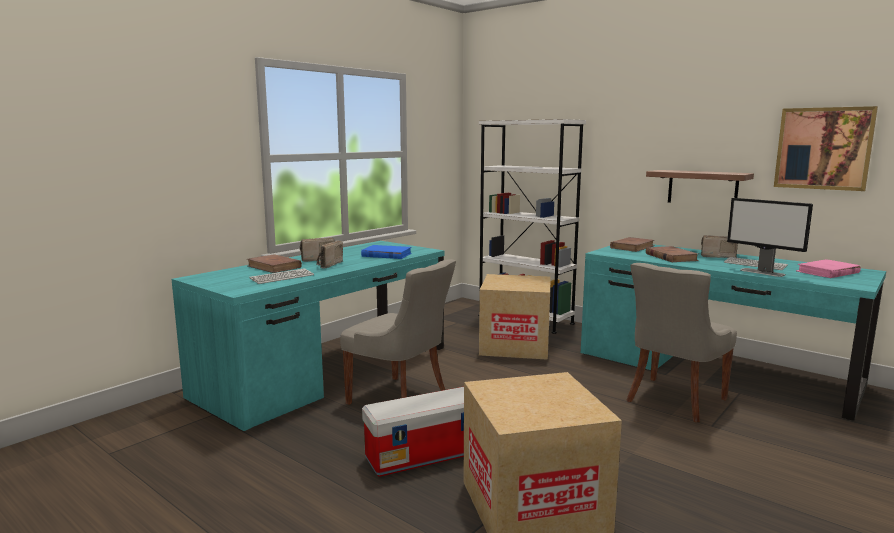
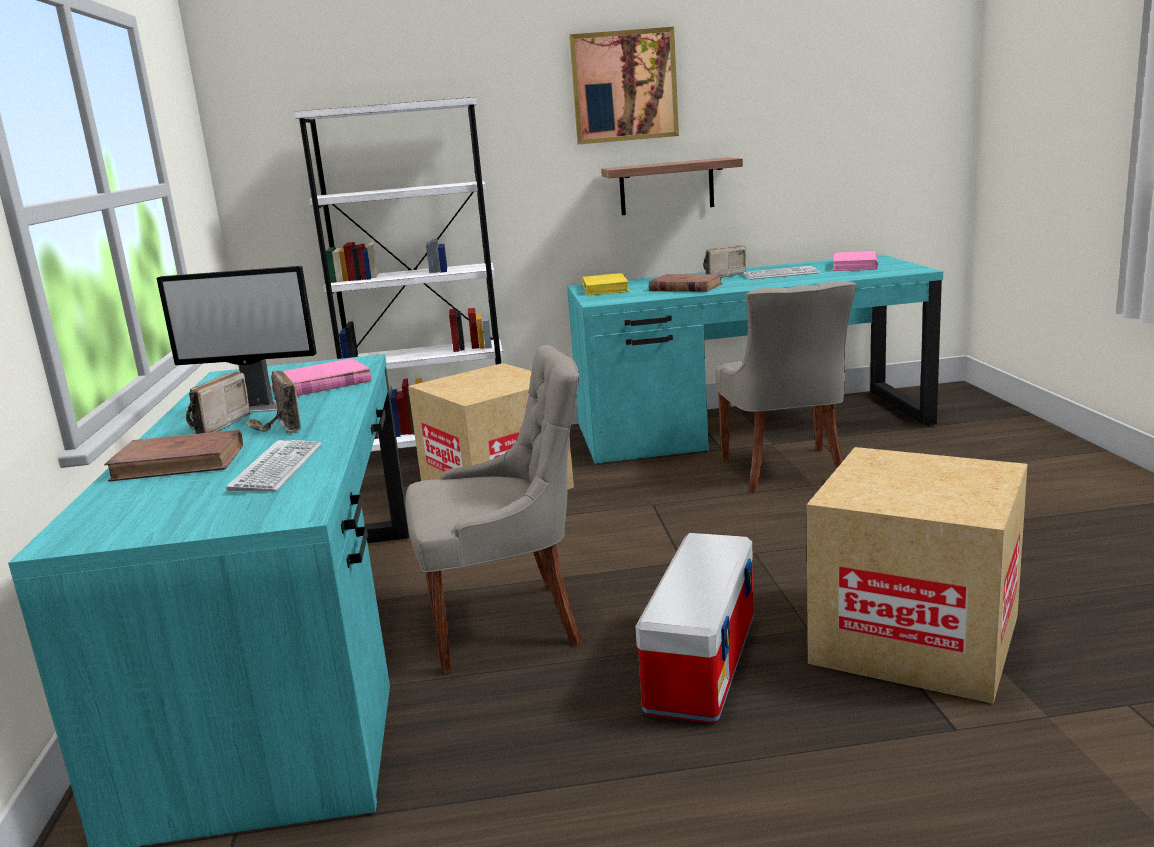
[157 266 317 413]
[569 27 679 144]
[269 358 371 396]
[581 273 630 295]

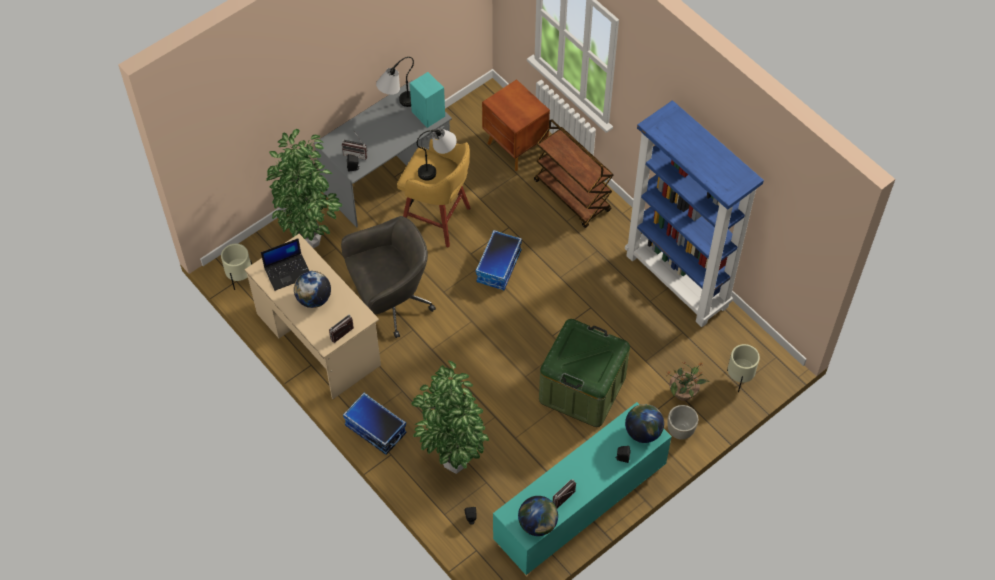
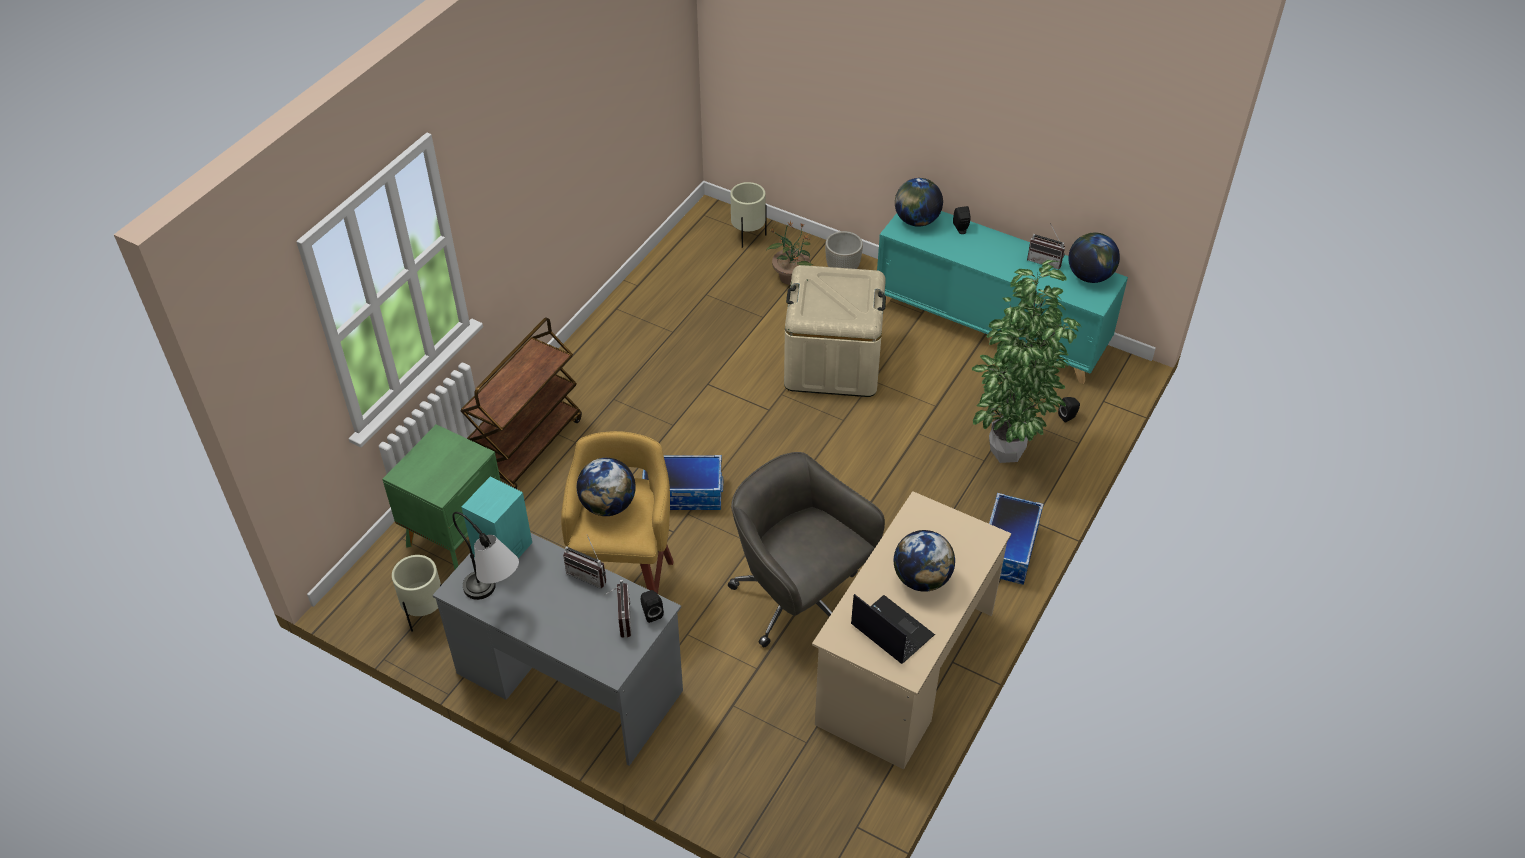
[266 129 342 249] (first image)
[625 100 764 327] (first image)
[392 555 441 631]
[563 535 606 588]
[577 458 636 516]
[382 424 501 570]
[784 265 886 397]

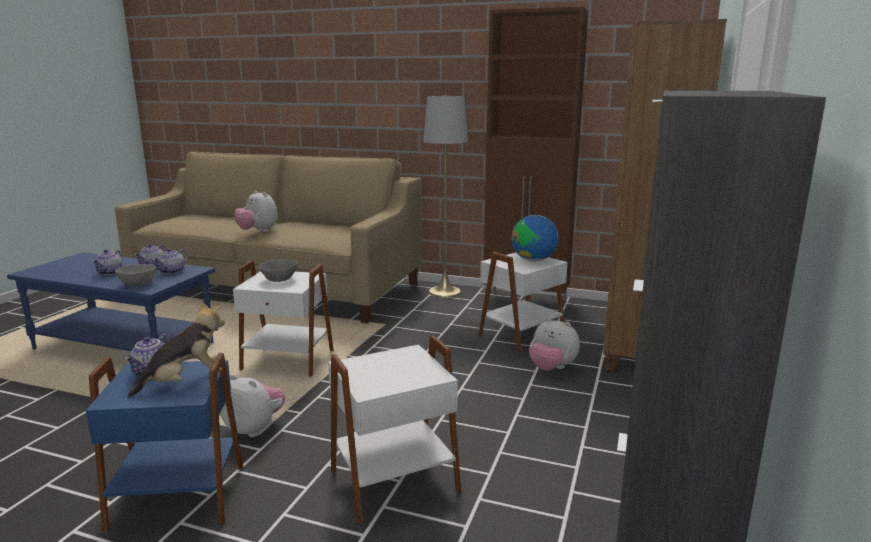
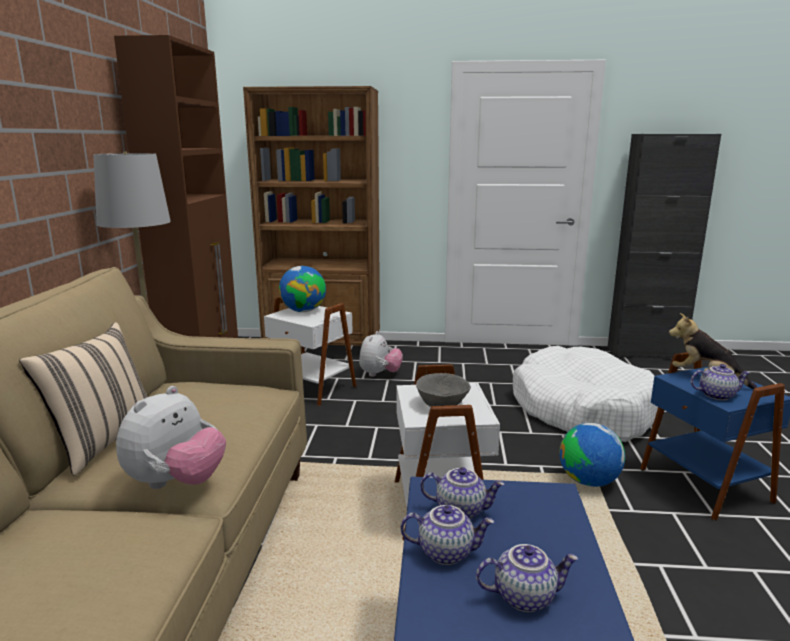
[115 264 156 286] (first image)
[19 322 147 475]
[559 423 625 487]
[513 346 658 442]

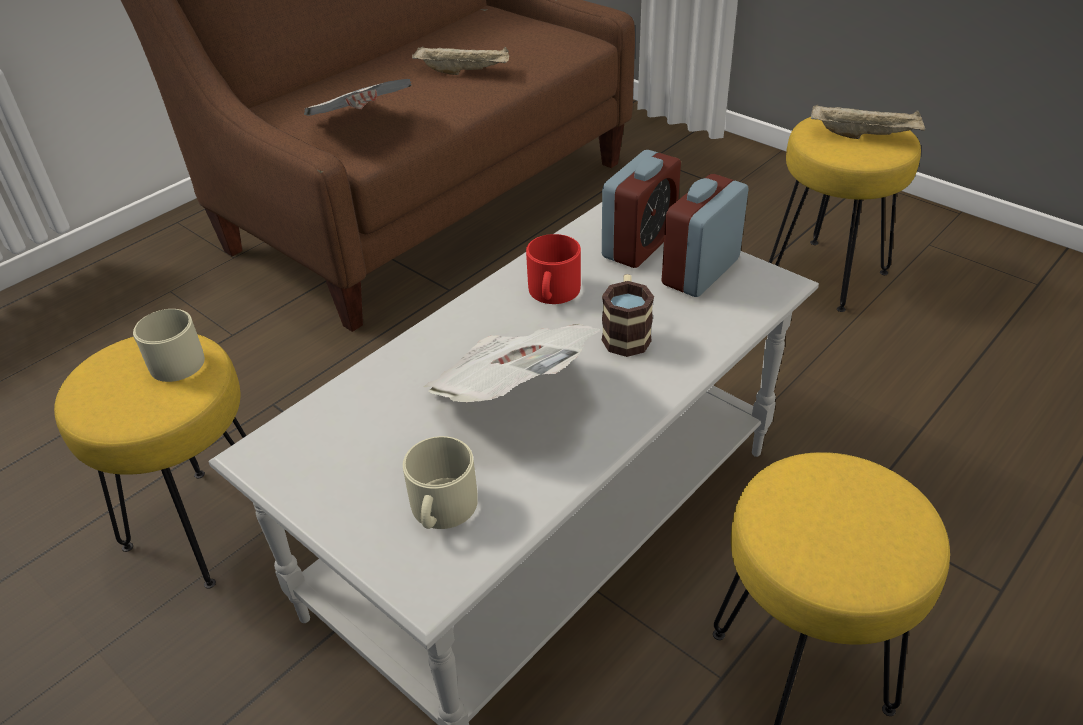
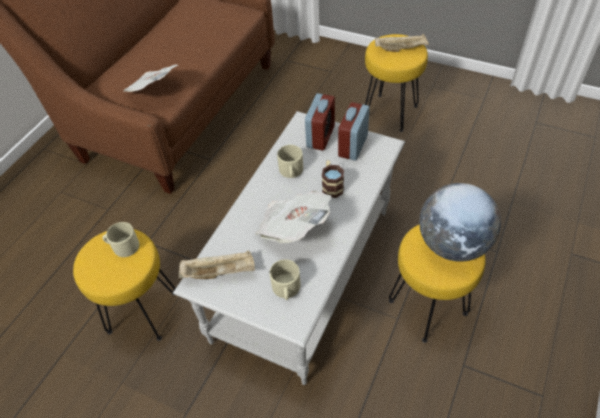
[419 183 501 262]
[178 250 255 279]
[277 145 303 178]

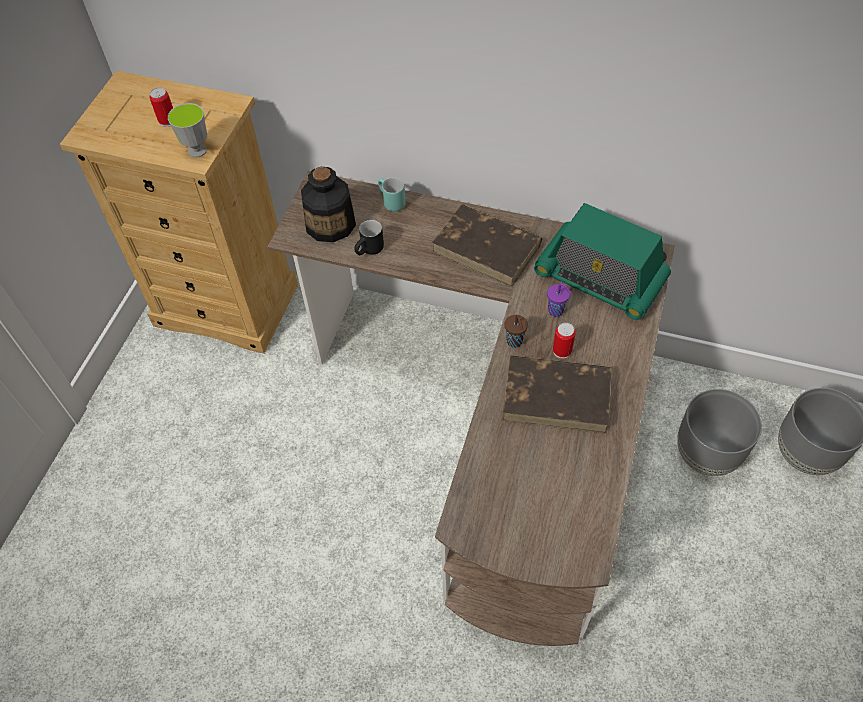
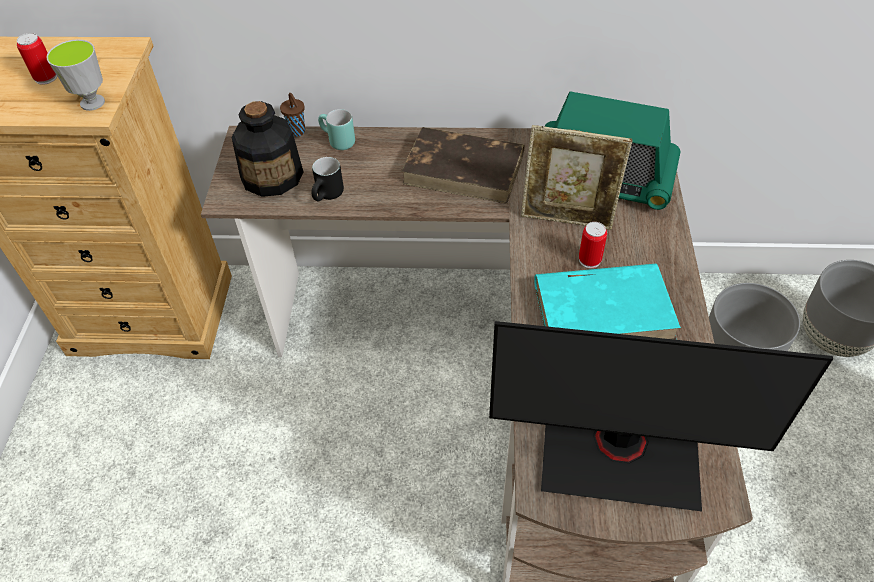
[489 321 833 511]
[280 93 305 137]
[521 125 632 230]
[534 264 681 340]

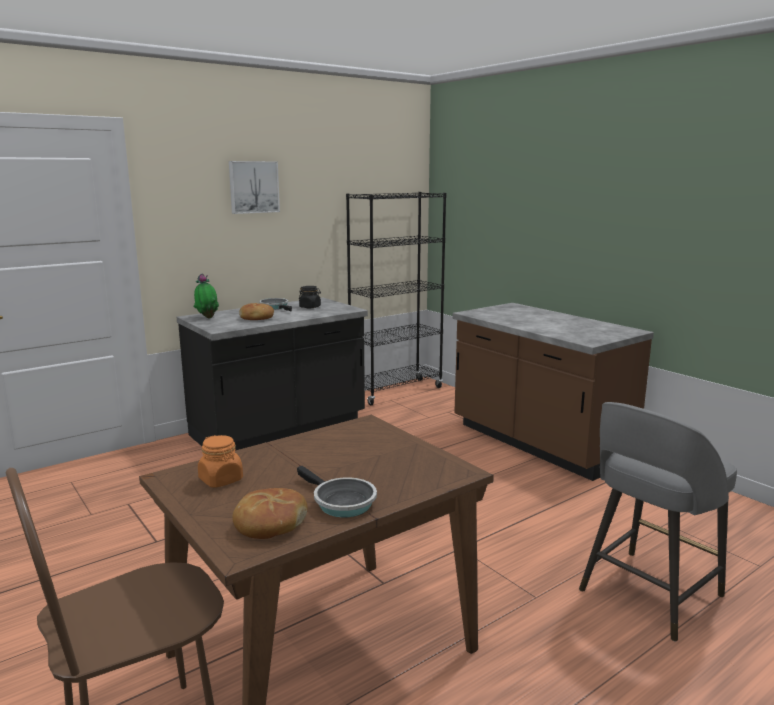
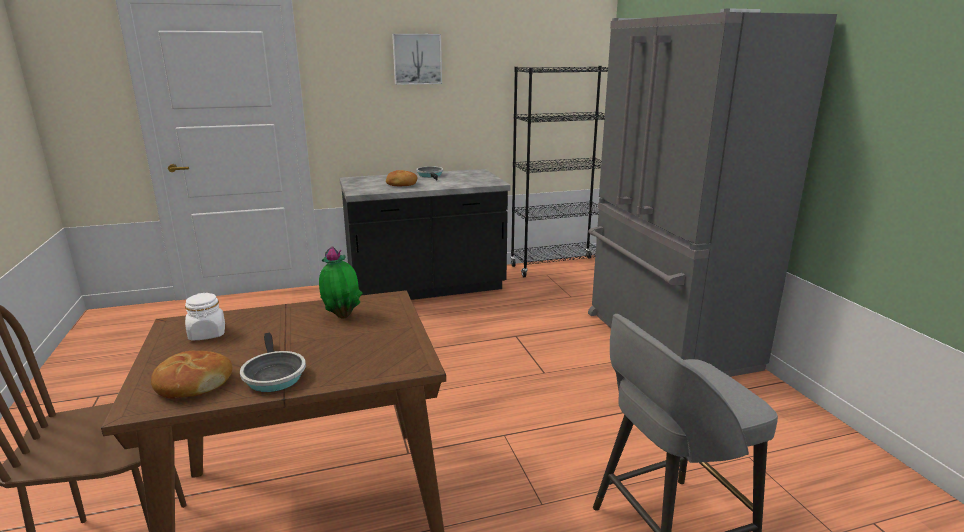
[299 286 321 308] (first image)
[319 246 362 319]
[588 9 837 377]
[185 292 225 341]

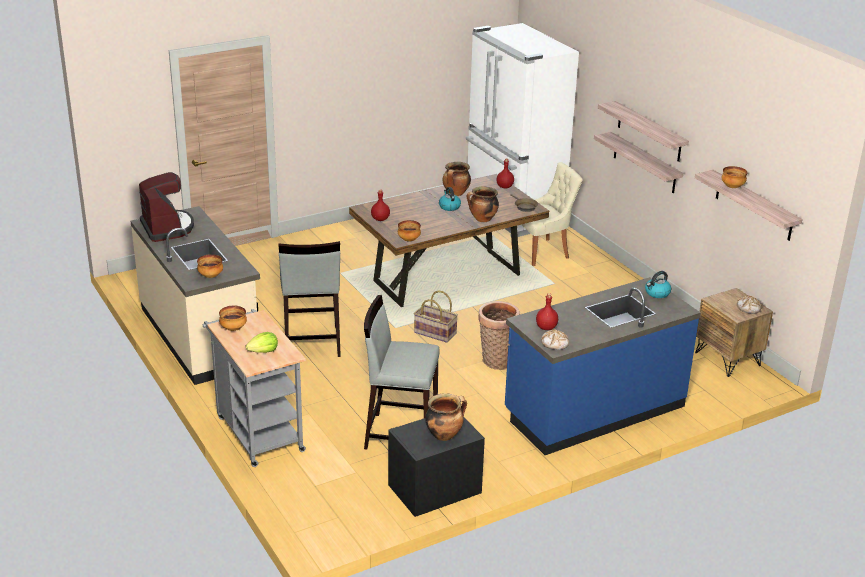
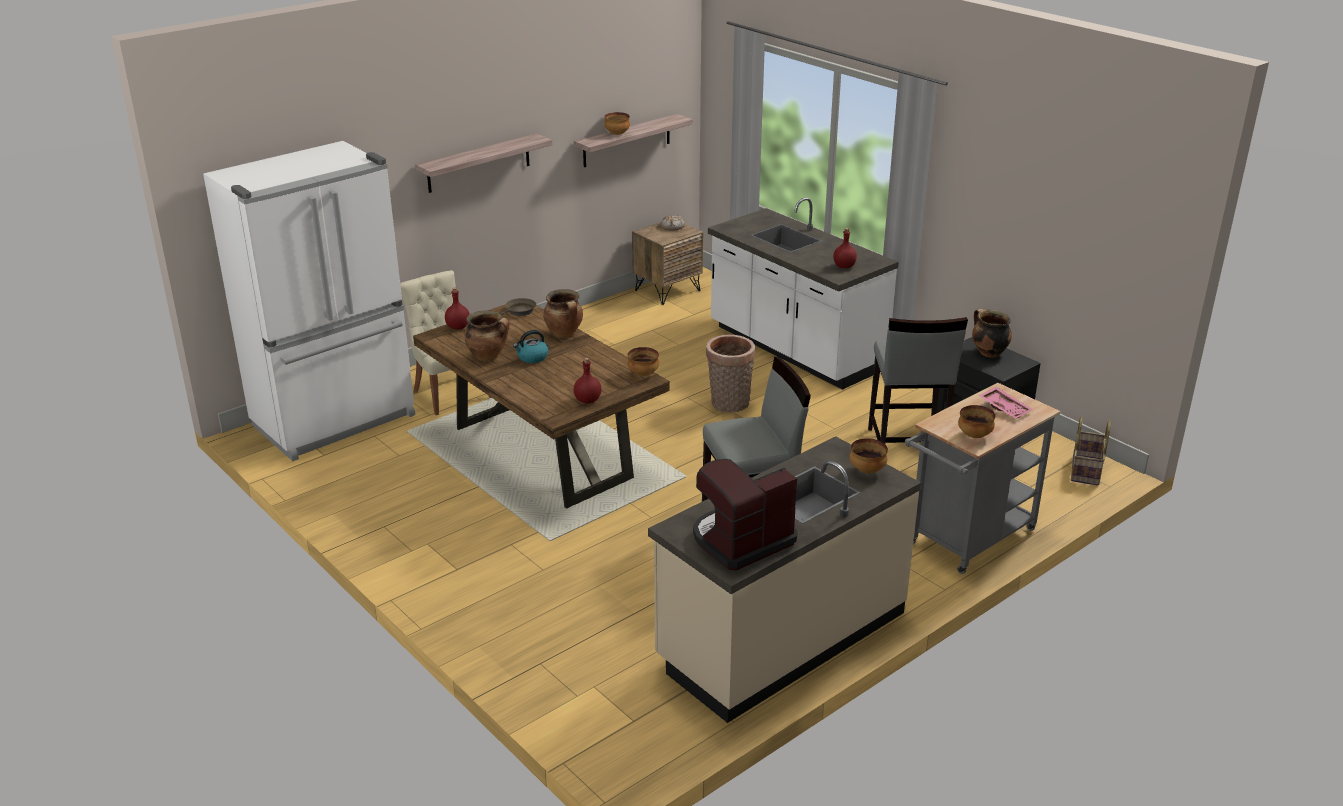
[541 329 569 350] (first image)
[594 132 683 193] (first image)
[645 271 671 298] (first image)
[1071 416 1111 485]
[979 387 1033 419]
[708 197 899 390]

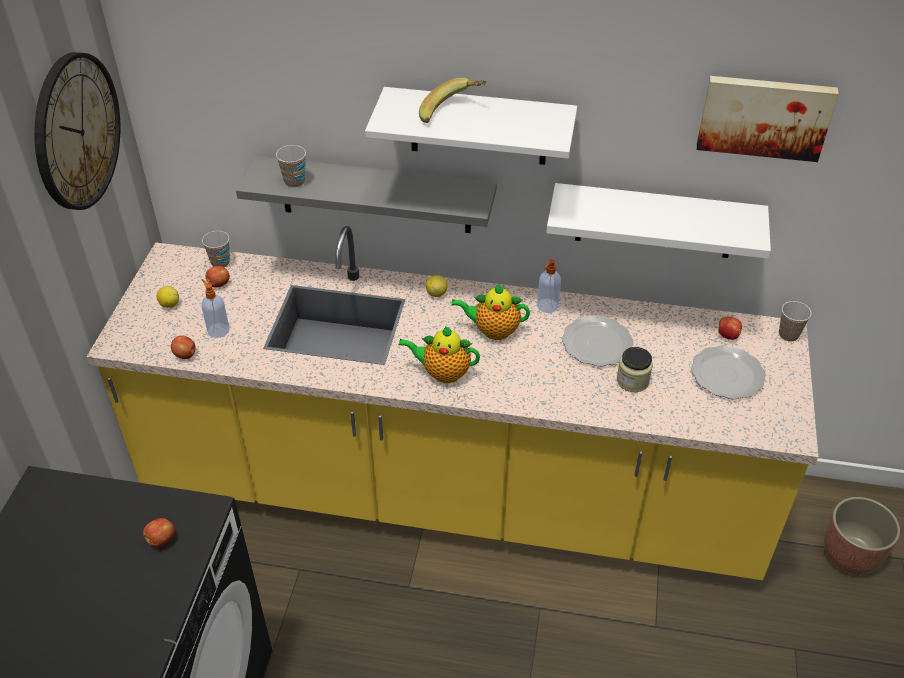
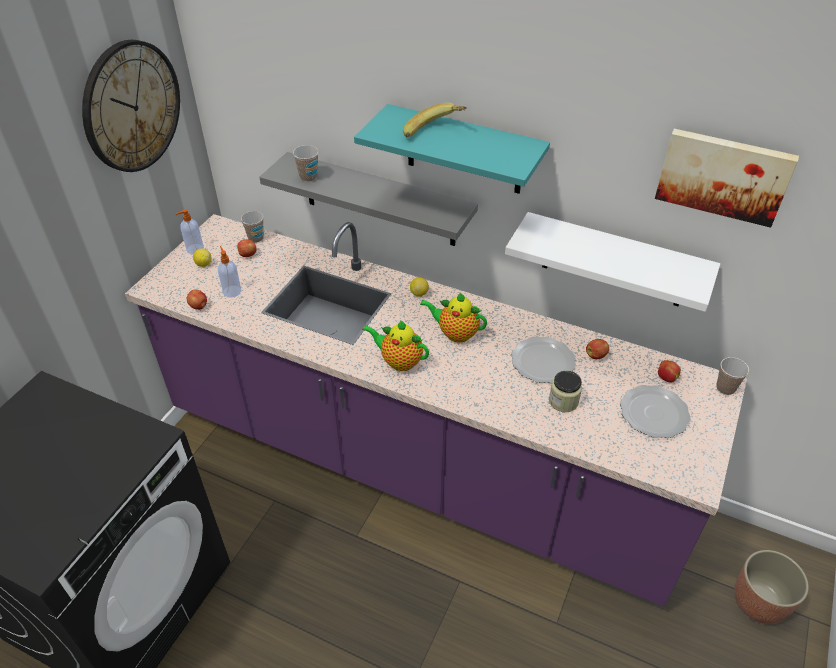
[586 339 609 359]
[175 209 204 254]
[125 214 747 606]
[354 104 550 194]

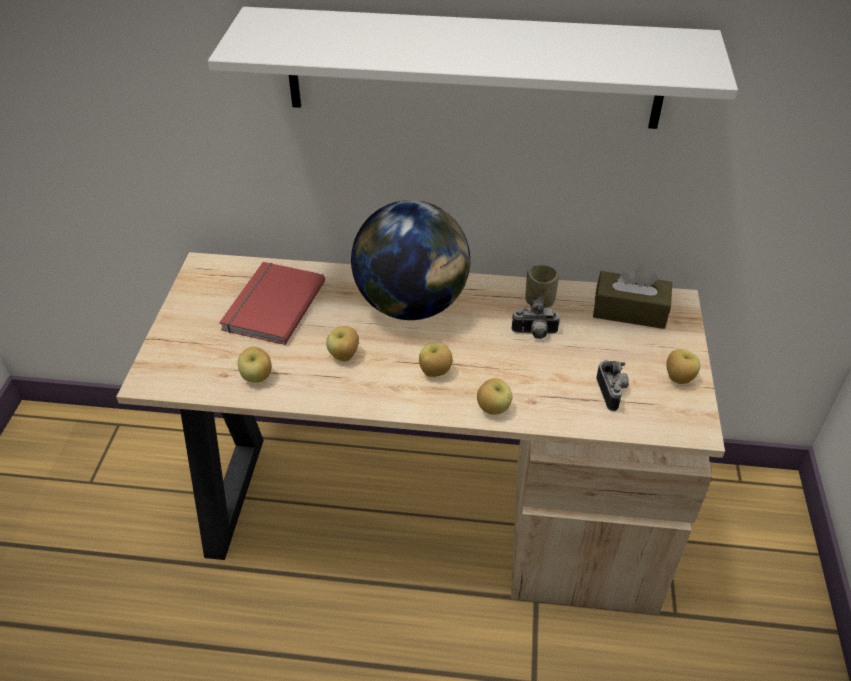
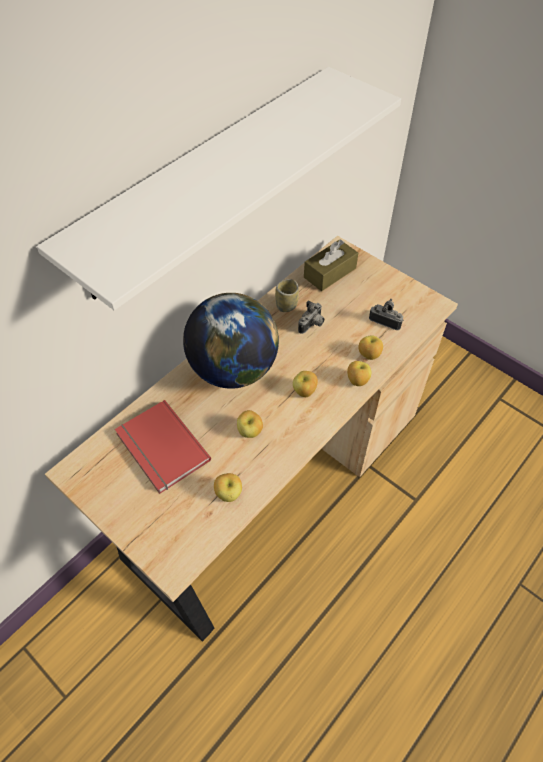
[358 335 383 360]

